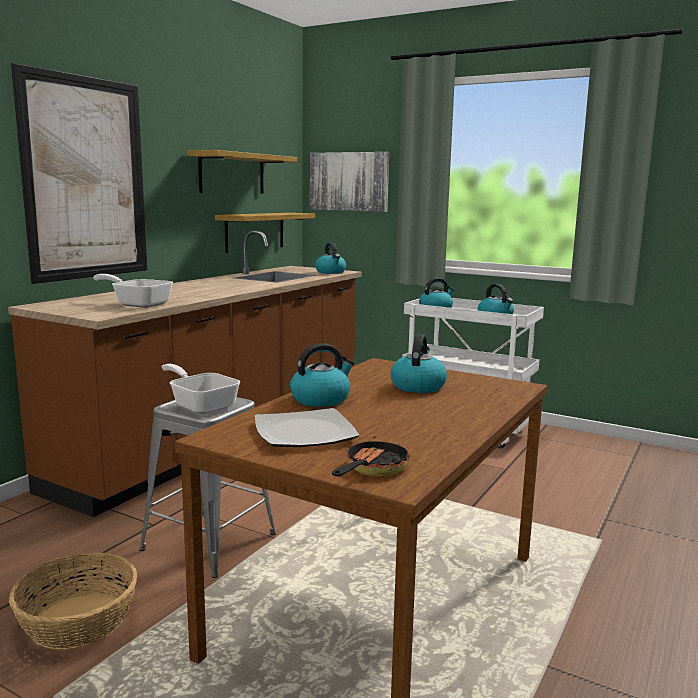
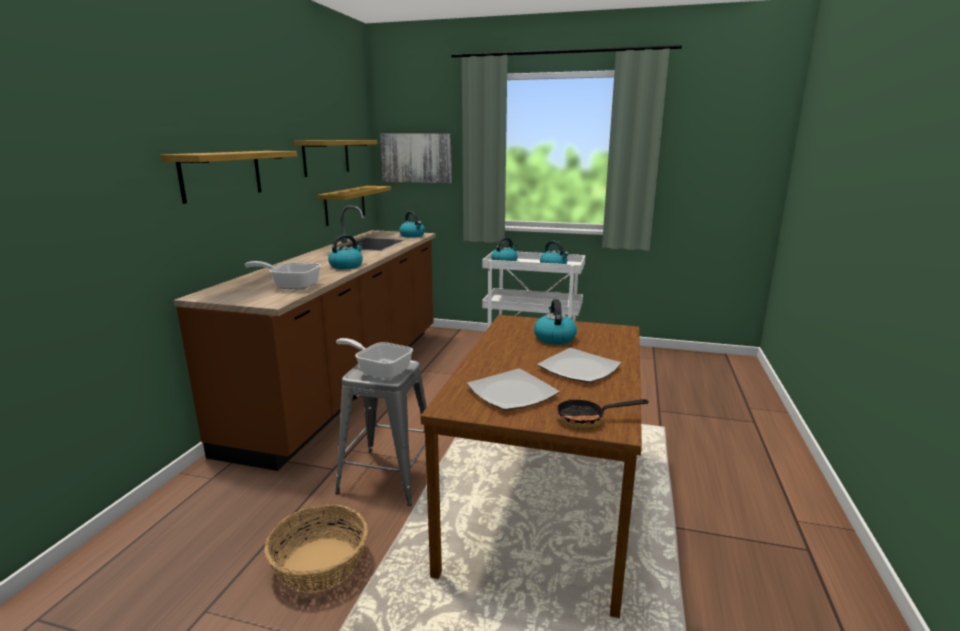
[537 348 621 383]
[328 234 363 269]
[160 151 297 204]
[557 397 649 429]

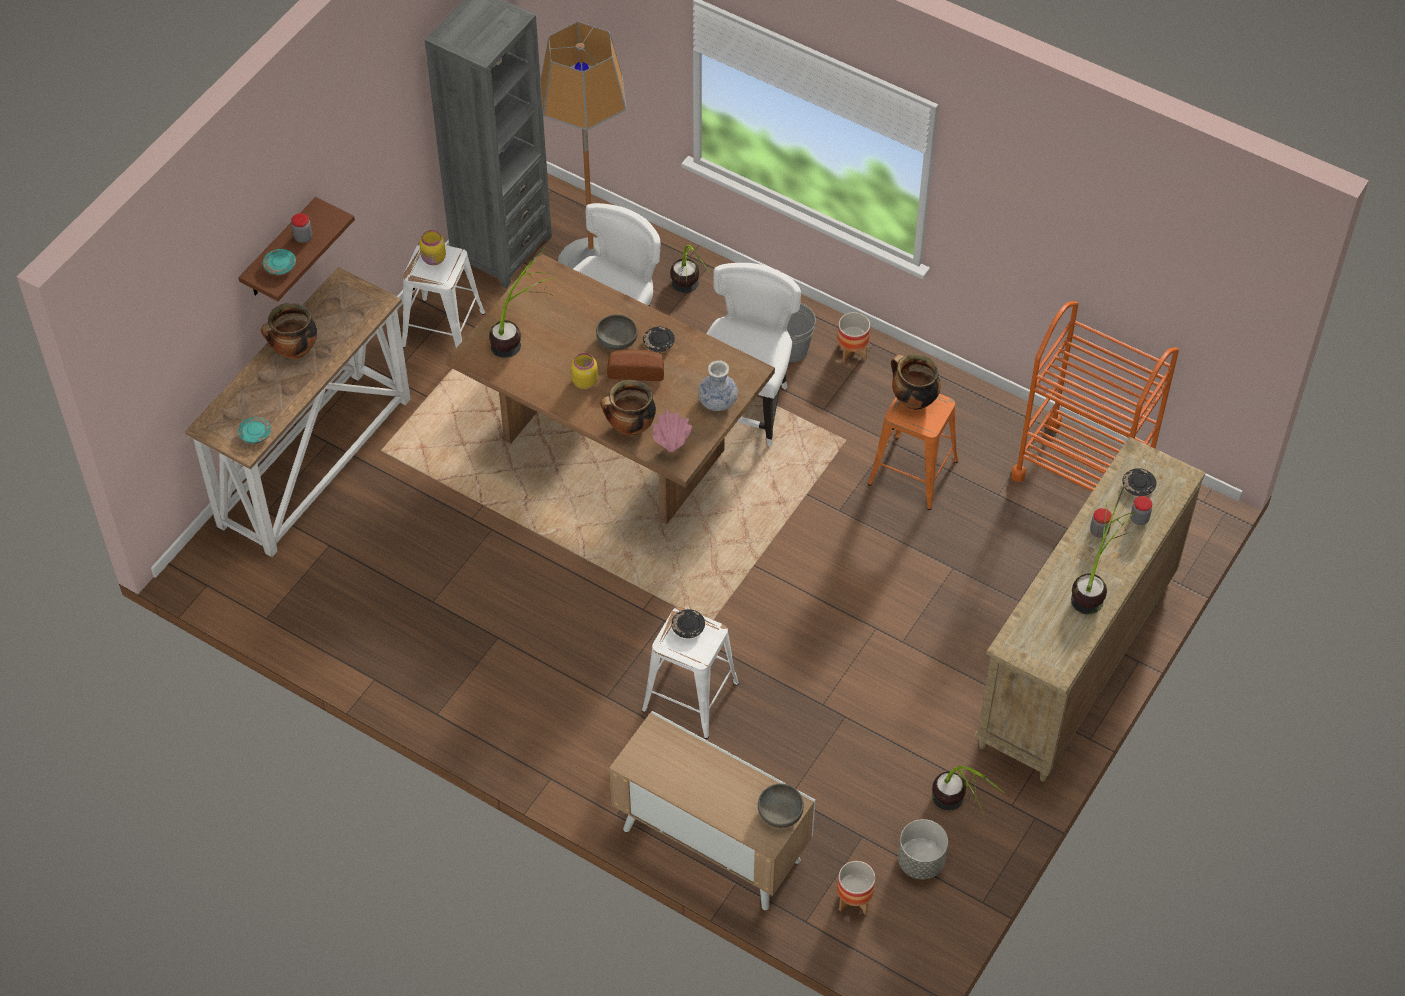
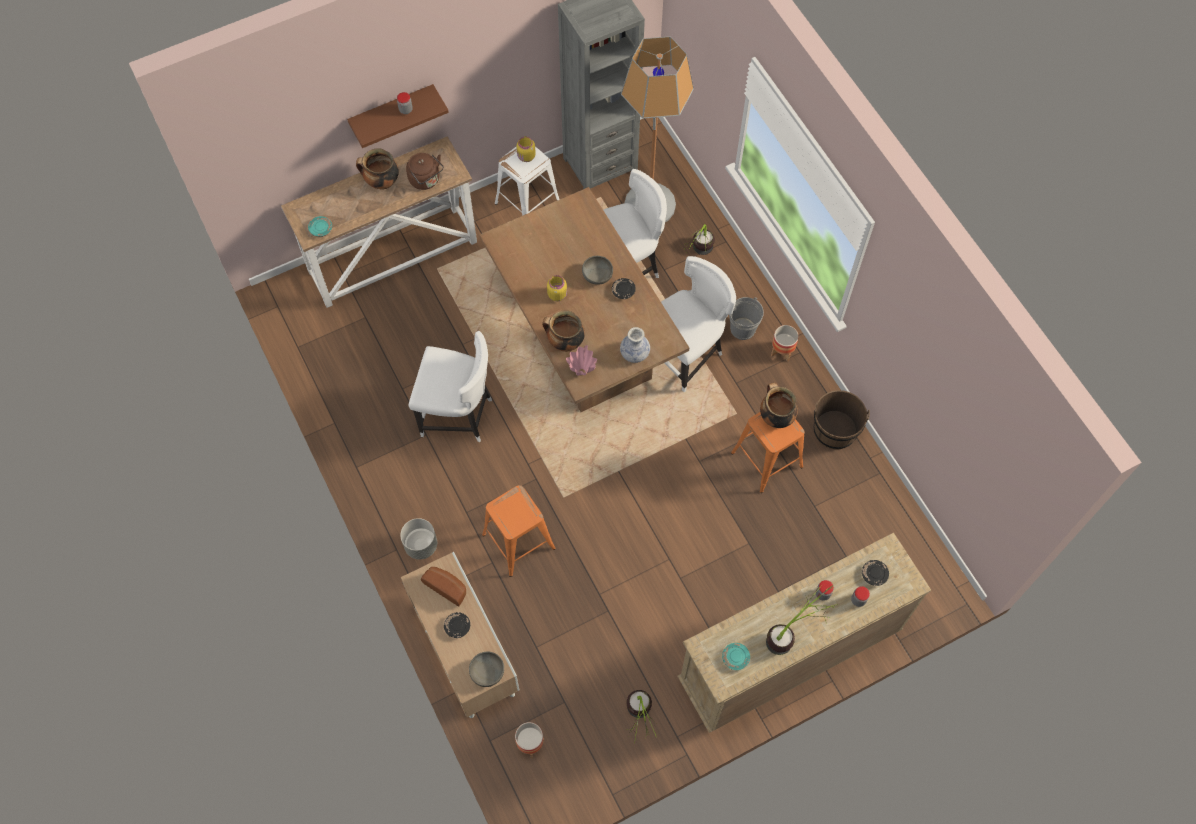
[489 246 558 358] (first image)
[1011 301 1179 492] (first image)
[406 153 444 190]
[409 331 492 443]
[814 390 870 450]
[722 643 750 670]
[421 567 466 606]
[444 612 470 638]
[400 518 437 559]
[482 485 556 577]

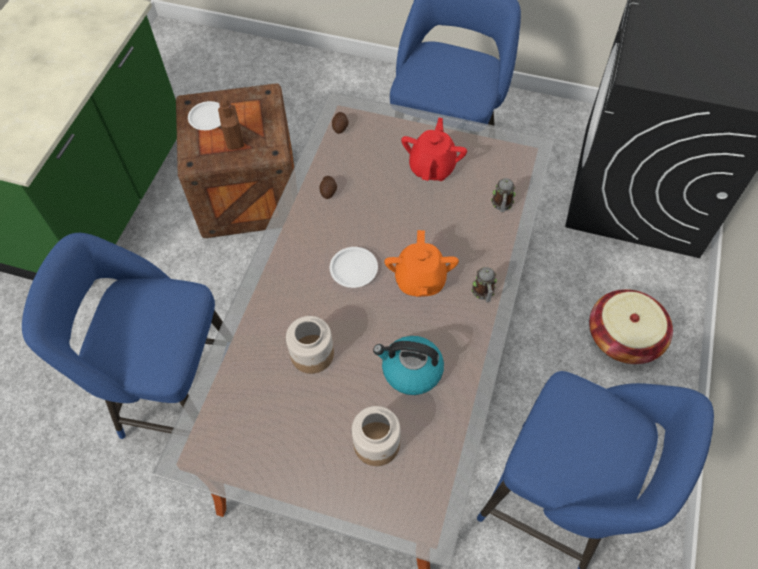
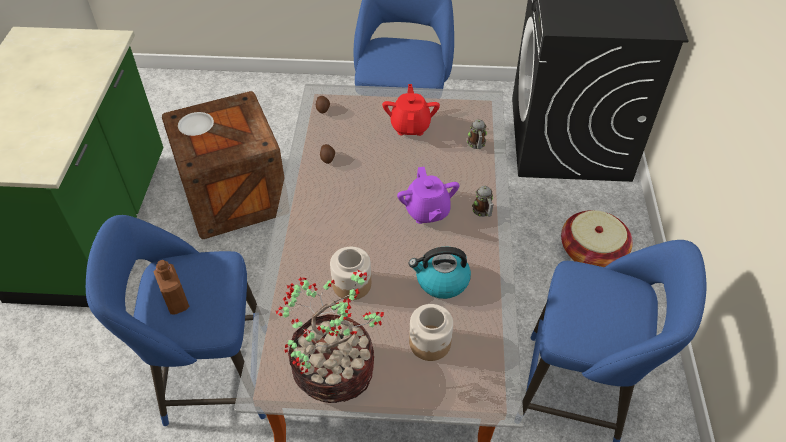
[330 247 378 288] (first image)
[276 270 384 403]
[154 260 190 315]
[397 167 460 224]

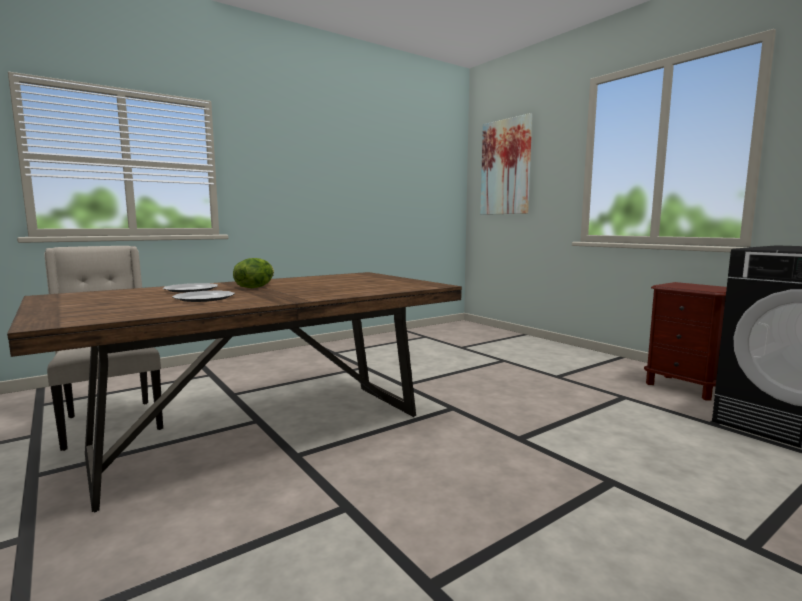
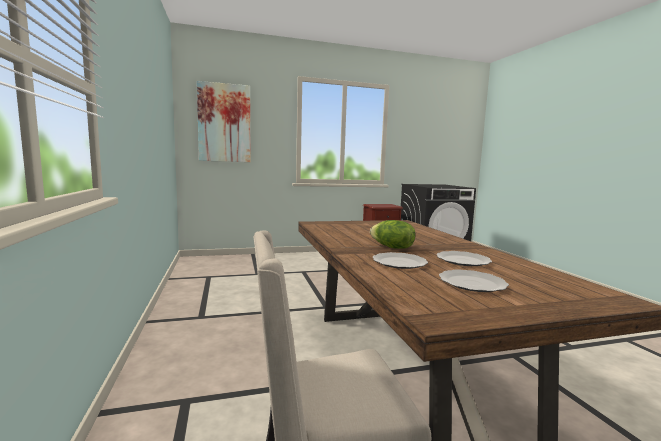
[439 270 509 292]

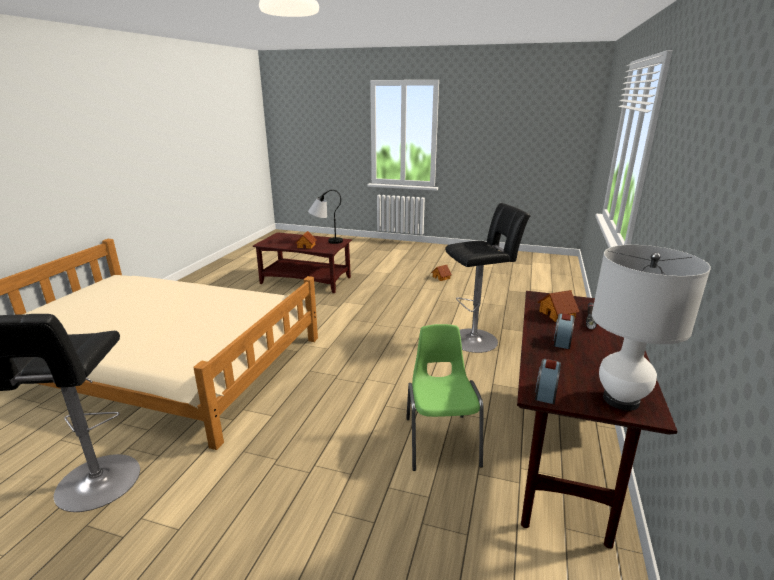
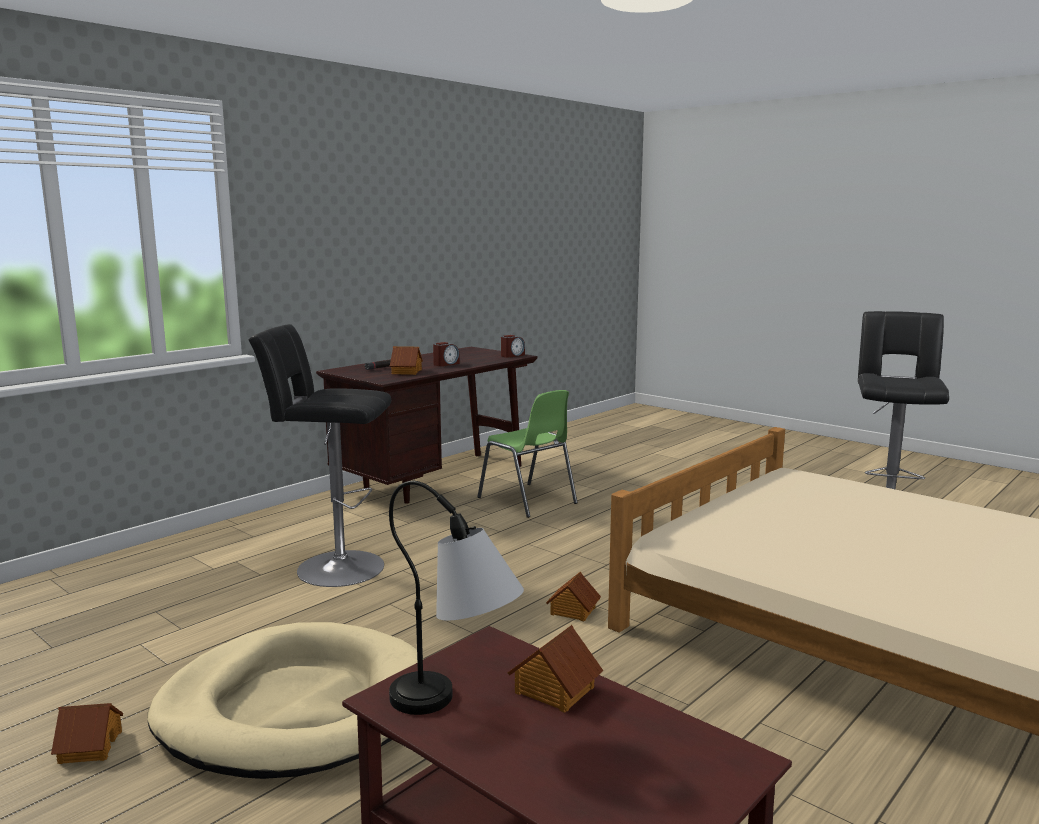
[592 245 711 411] (first image)
[147 622 417 779]
[546 572 601 621]
[477 390 578 518]

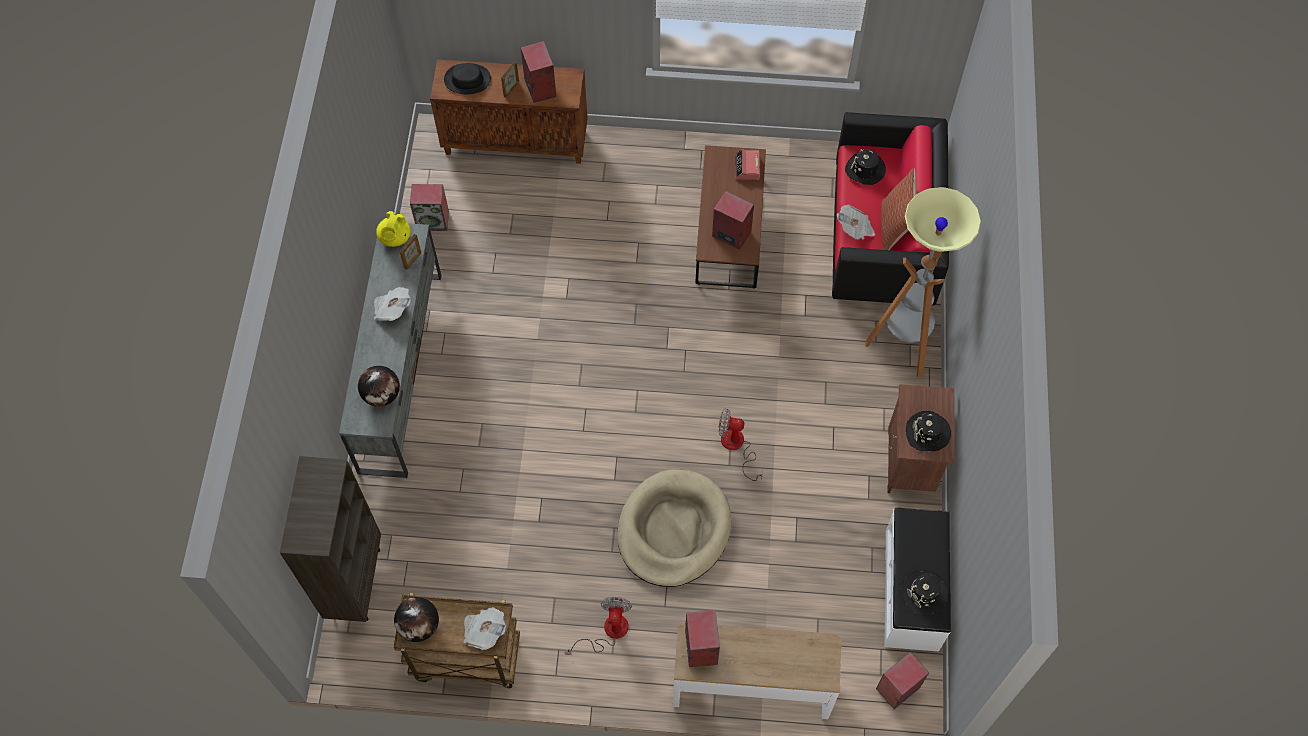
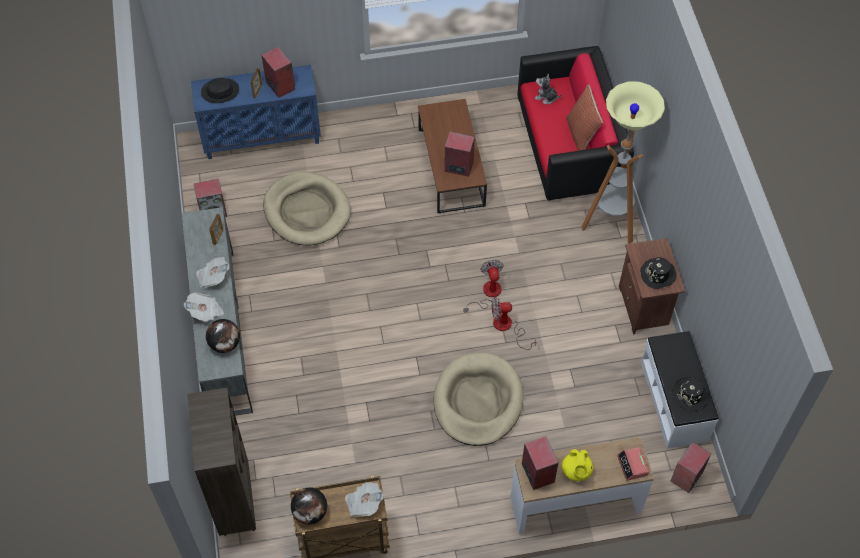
[263 172 351 245]
[562 449 593 481]
[463 260 504 312]
[617 447 649 481]
[184 292 224 322]
[535 74 562 104]
[191 65 321 159]

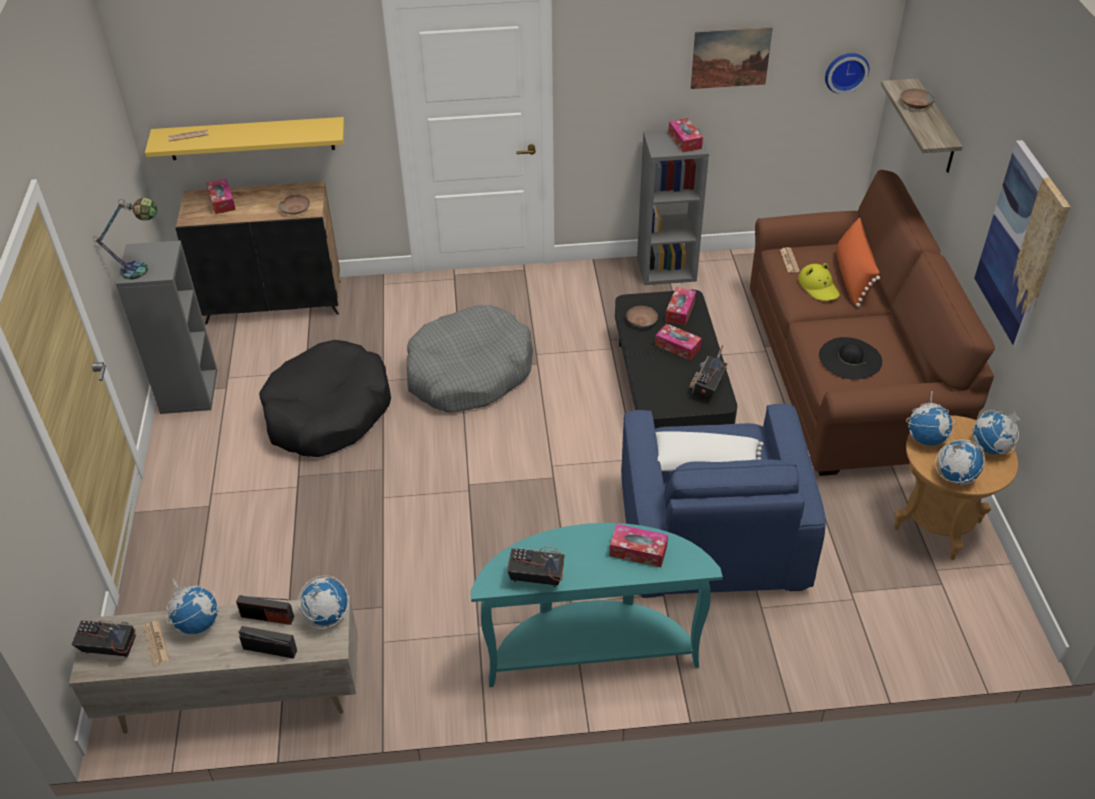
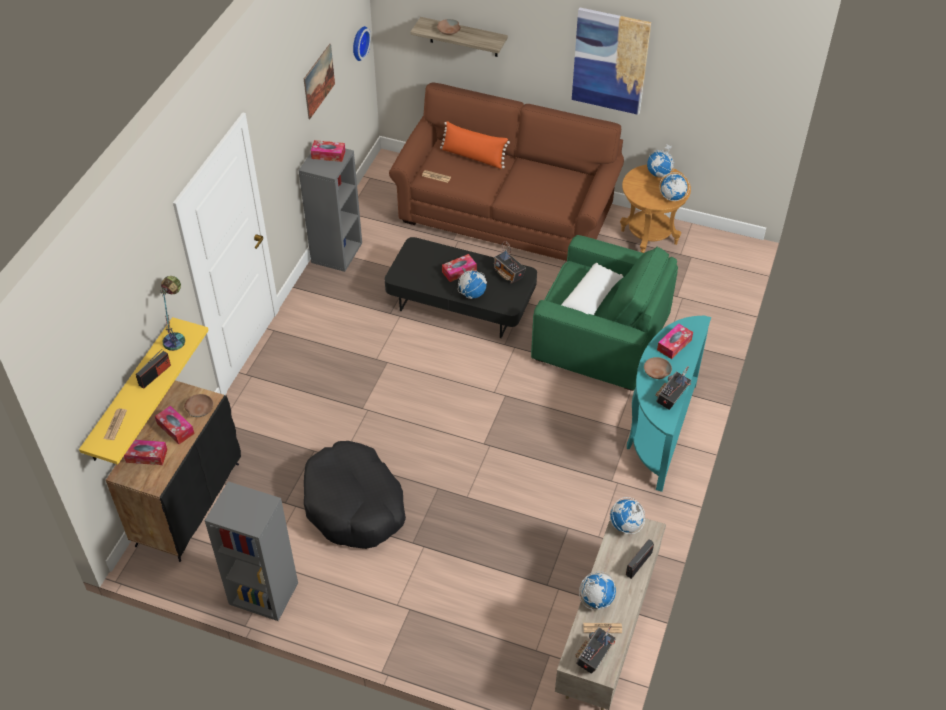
[407 305 533 412] (first image)
[798 263 840 301] (first image)
[819 337 882 379] (first image)
[160 276 185 351]
[136 349 171 389]
[644 357 672 379]
[155 406 195 444]
[458 268 487 299]
[531 235 678 391]

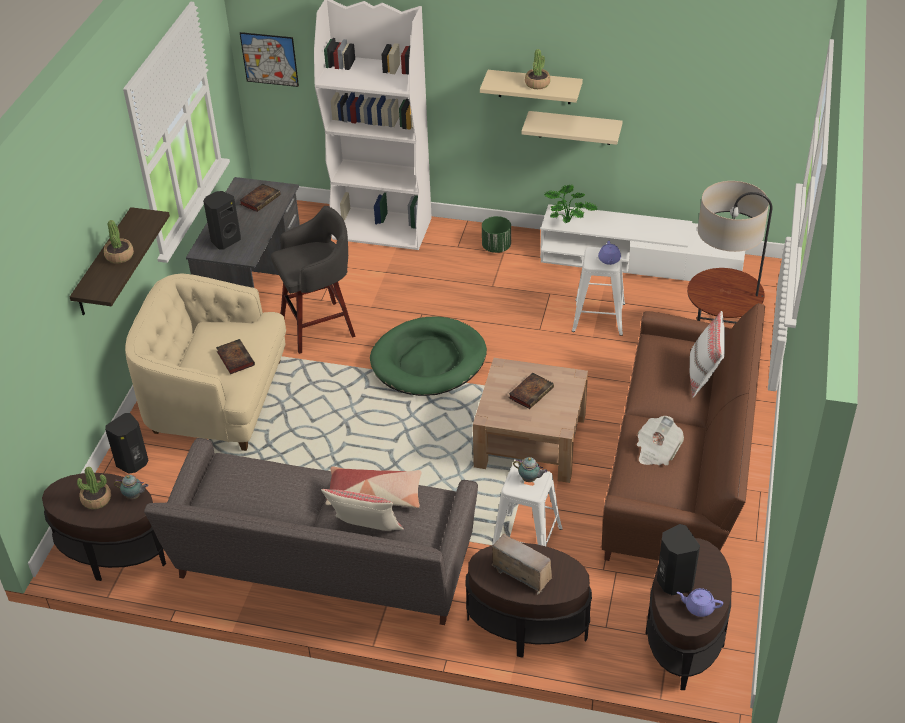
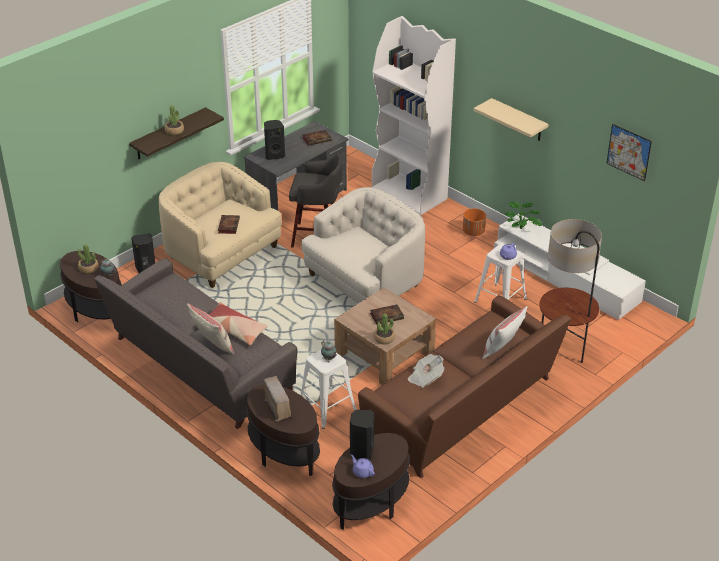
[522 111 623 145] (first image)
[606 124 652 181]
[374 313 395 345]
[302 187 425 303]
[463 209 486 236]

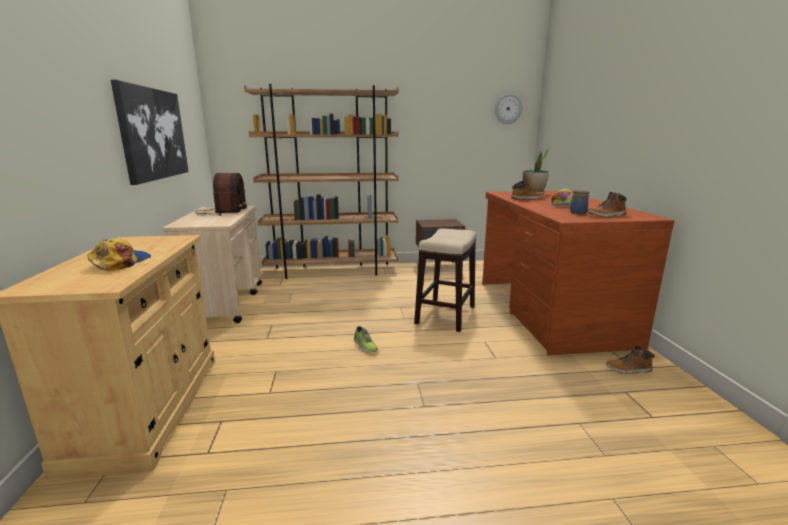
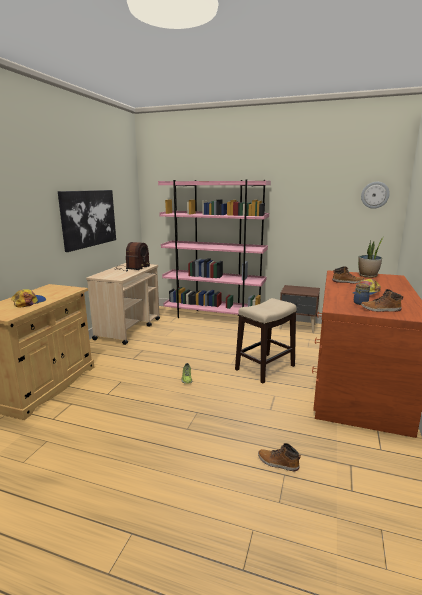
[258 443 301 472]
[158 180 271 318]

